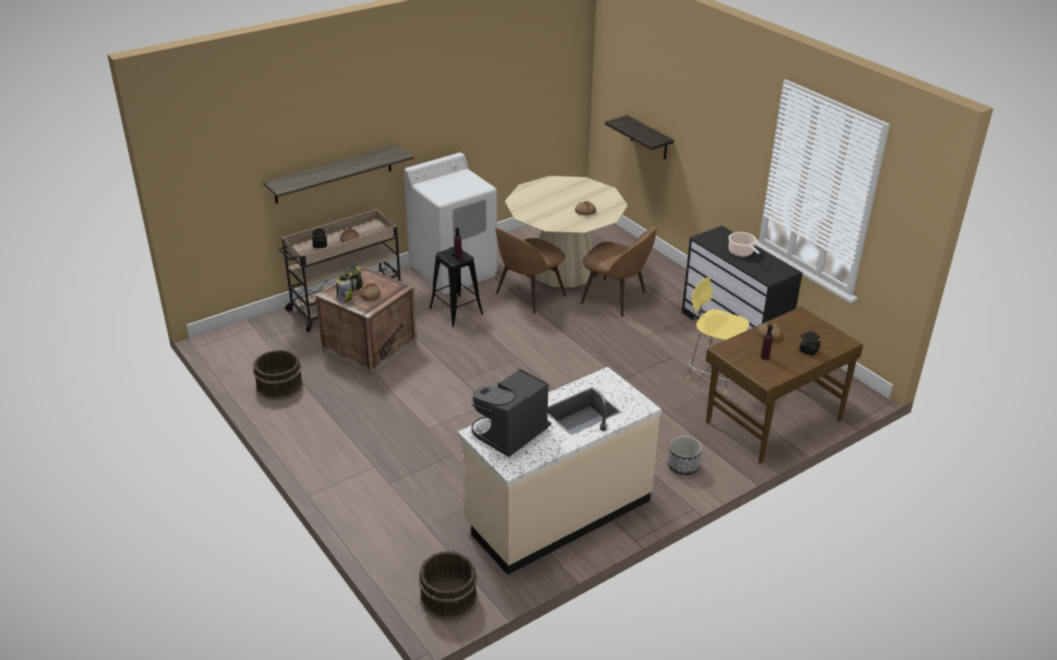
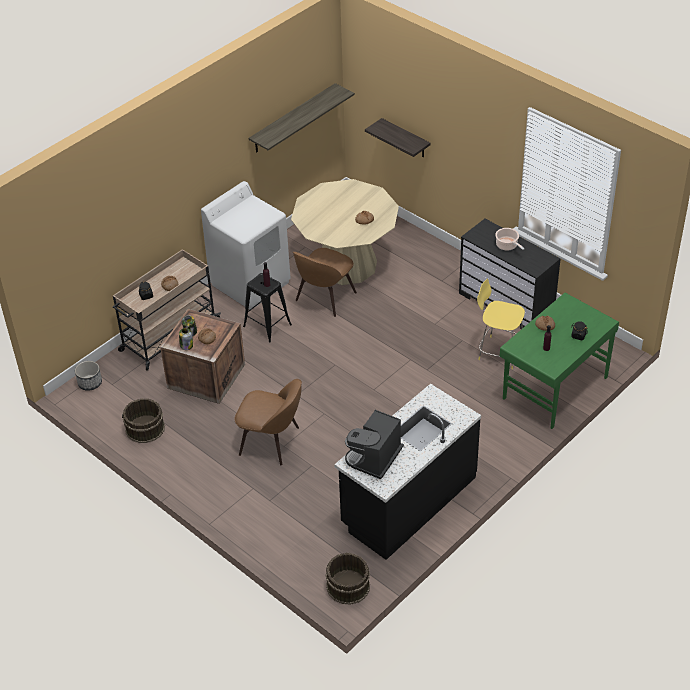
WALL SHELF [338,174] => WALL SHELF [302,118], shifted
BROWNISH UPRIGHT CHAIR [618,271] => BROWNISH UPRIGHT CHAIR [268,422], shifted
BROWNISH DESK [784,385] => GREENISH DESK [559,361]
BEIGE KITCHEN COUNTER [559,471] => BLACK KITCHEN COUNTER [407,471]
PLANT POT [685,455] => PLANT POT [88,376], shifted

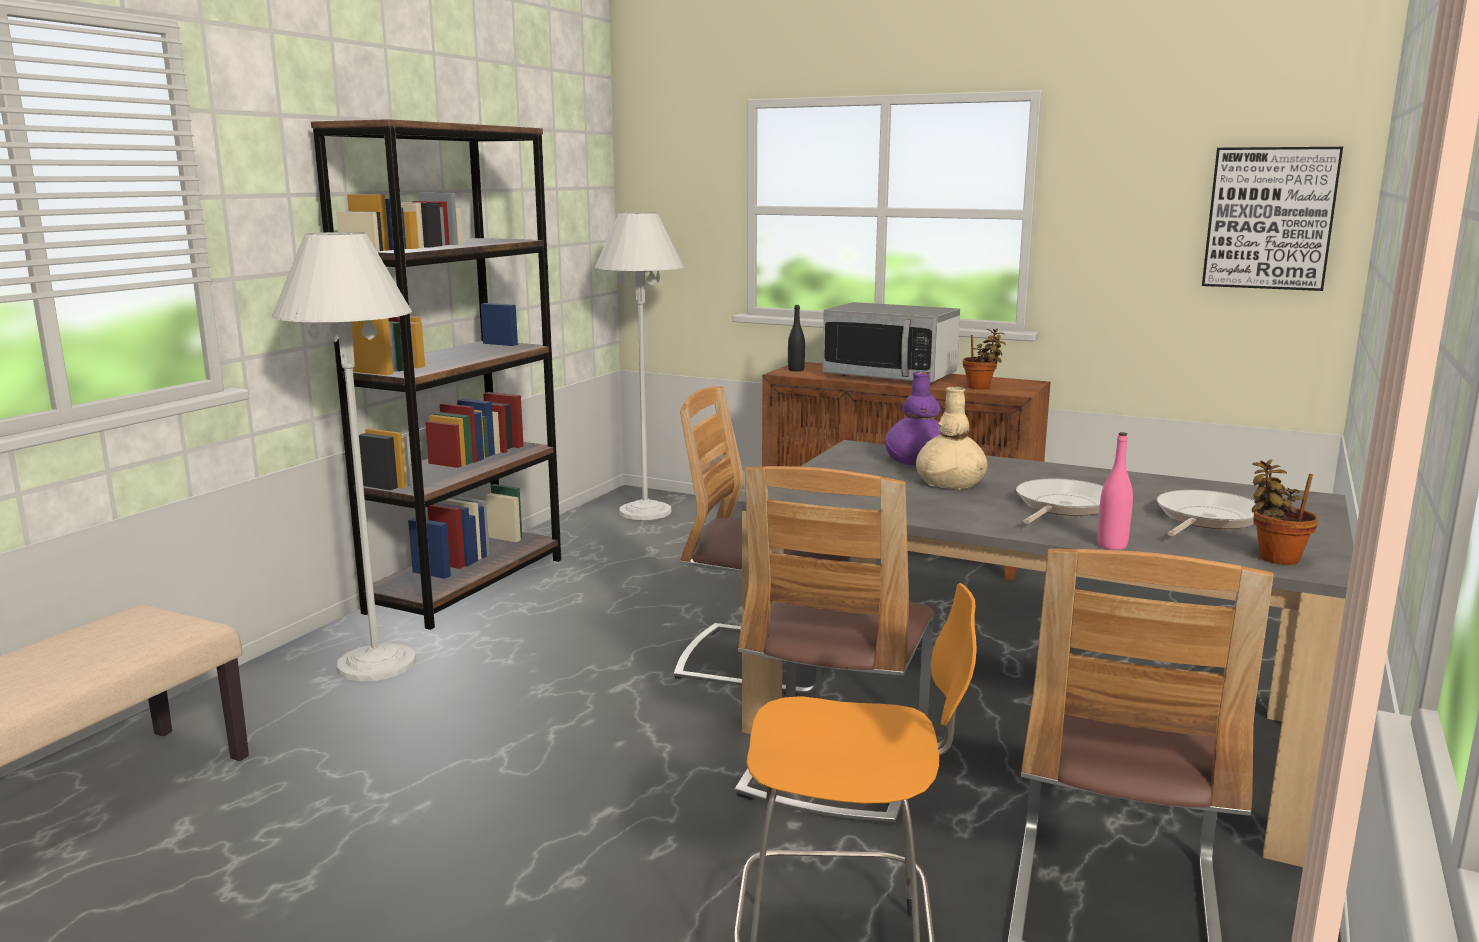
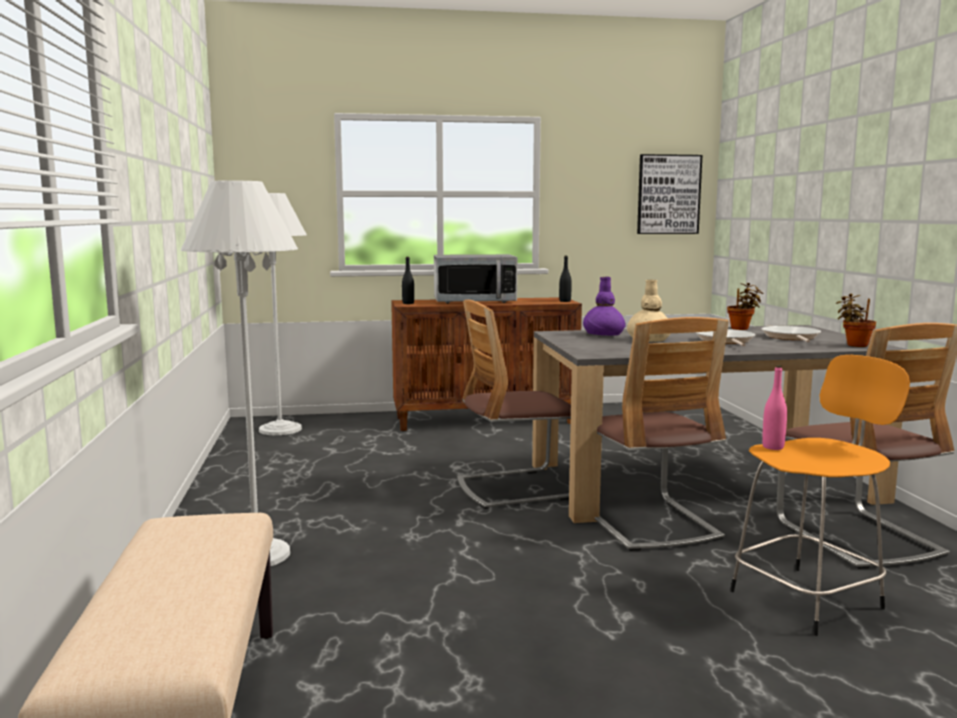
BROWNISH BOOKSHELF [436,374] => nothing
PLANT IN A POT [984,359] => PLANT IN A POT [745,306], shifted
PINK-COLOURED BEVERAGE BOTTLE [1115,491] => PINK-COLOURED BEVERAGE BOTTLE [774,407], shifted
nothing => BLACK BEVERAGE BOTTLE [565,279]

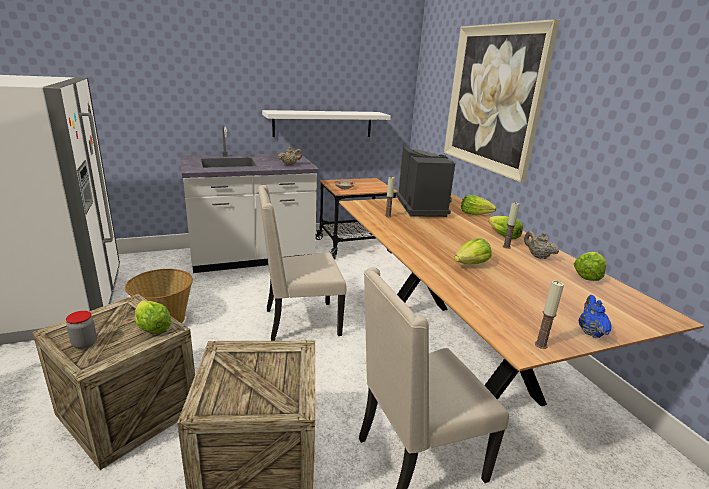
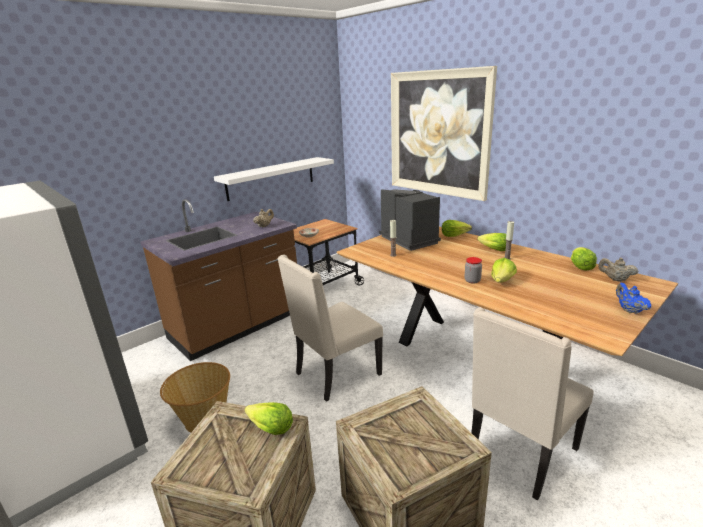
WHITISH KITCHEN COUNTER [250,198] => BROWNISH KITCHEN COUNTER [218,280]
BEIGE POT FOR TEA [541,245] => BEIGE POT FOR TEA [618,270], shifted
WAX LIGHT [549,314] => nothing
PRESERVE JAR [81,330] => PRESERVE JAR [473,270], shifted

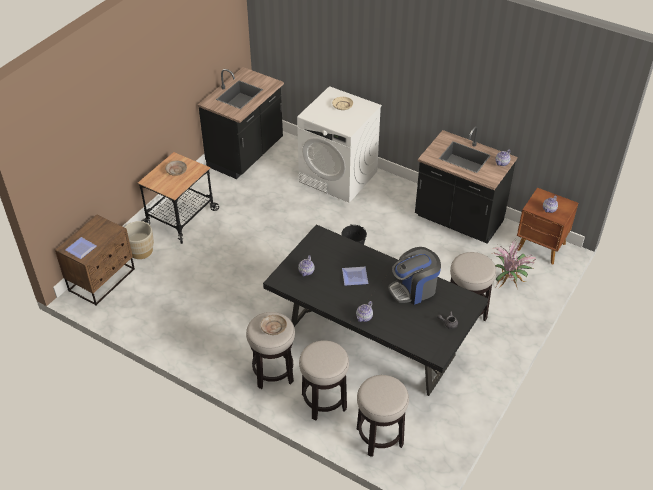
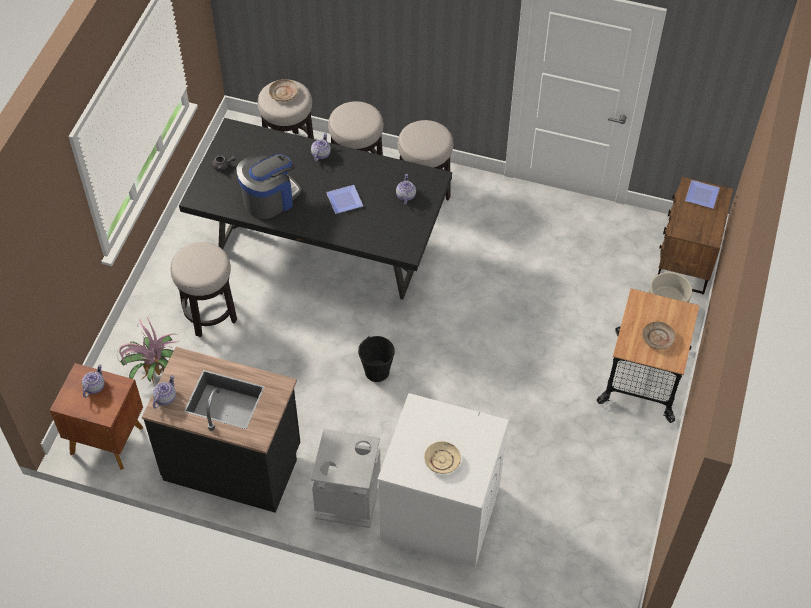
BLACK KITCHEN COUNTER [241,123] => nothing
BEIGE DINNER PLATE [274,325] => BEIGE DINNER PLATE [283,90], shifted
nothing => GRAY RUBBISH BIN [346,478]

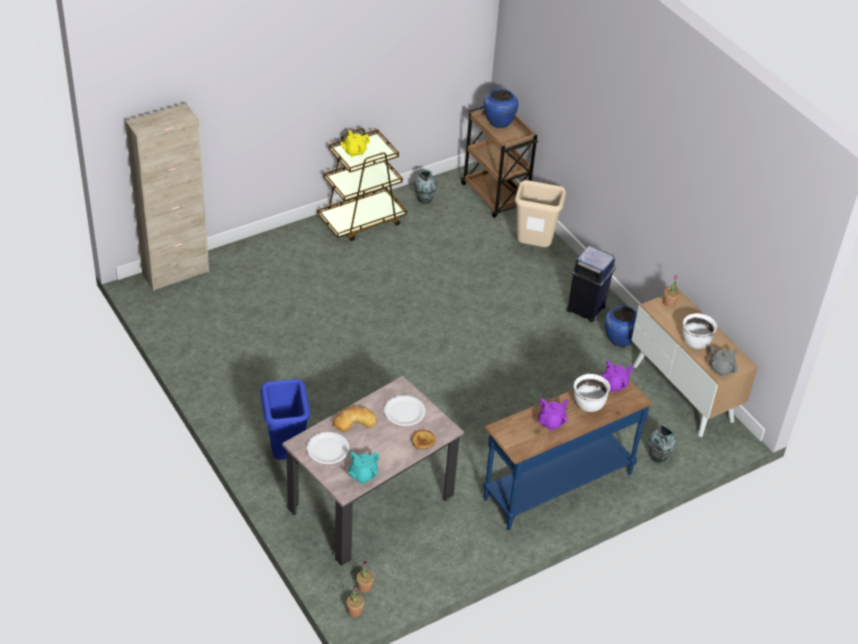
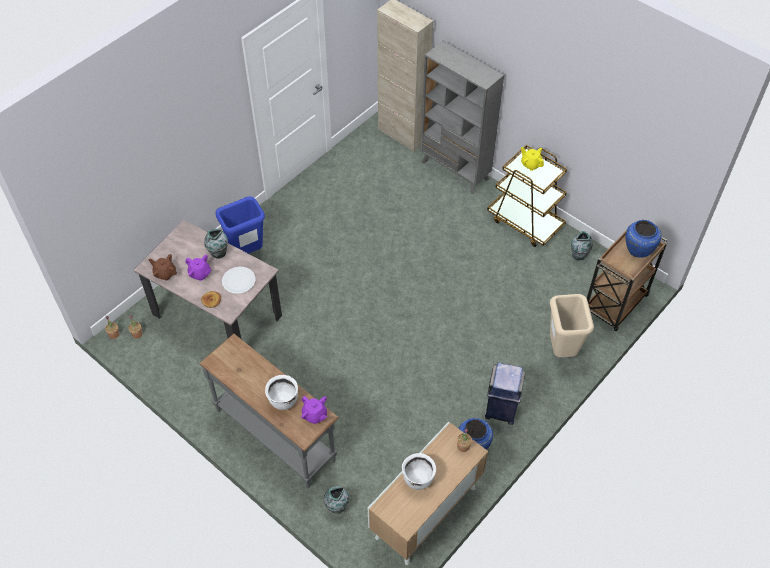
GRAY POT FOR TEA [723,361] => nothing
BLUE-COLOURED HALL TABLE [568,454] => GRAY HALL TABLE [269,411]
PURPLE POT FOR TEA [553,415] => PURPLE POT FOR TEA [198,268], shifted
BAKED BREAD [355,419] => DECORATIVE VASE [216,244]
WHITISH DINNER PLATE [328,448] => nothing
TURQUOISE-COLOURED POT FOR TEA [364,467] => BROWNISH POT FOR TEA [162,267]
nothing => GRAY BOOKSHELF [462,117]

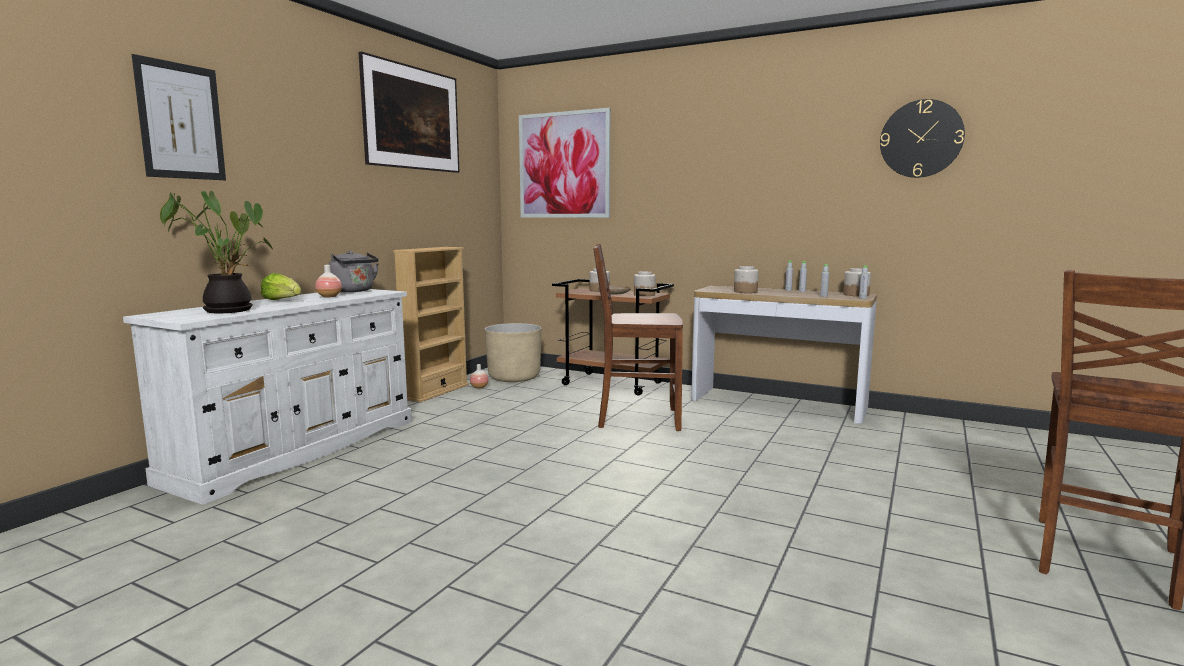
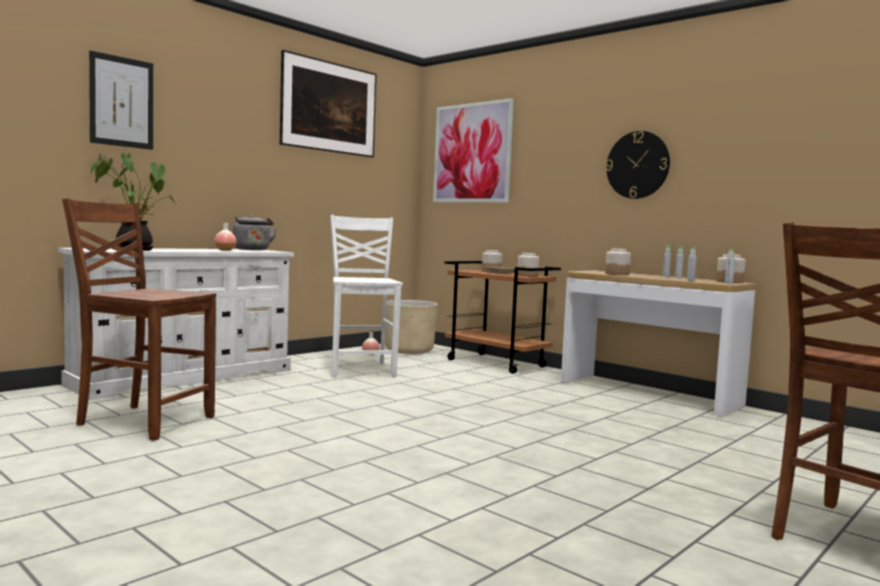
CLOCK ON THE WALL [922,138] => CLOCK ON THE WALL [638,165], shifted
BROWNISH UPRIGHT CHAIR [638,337] => BROWNISH UPRIGHT CHAIR [139,319], shifted
BEIGE BOOKSHELF [431,324] => nothing
HEAD OF LETTUCE [281,286] => nothing
nothing => WHITISH UPRIGHT CHAIR [366,296]

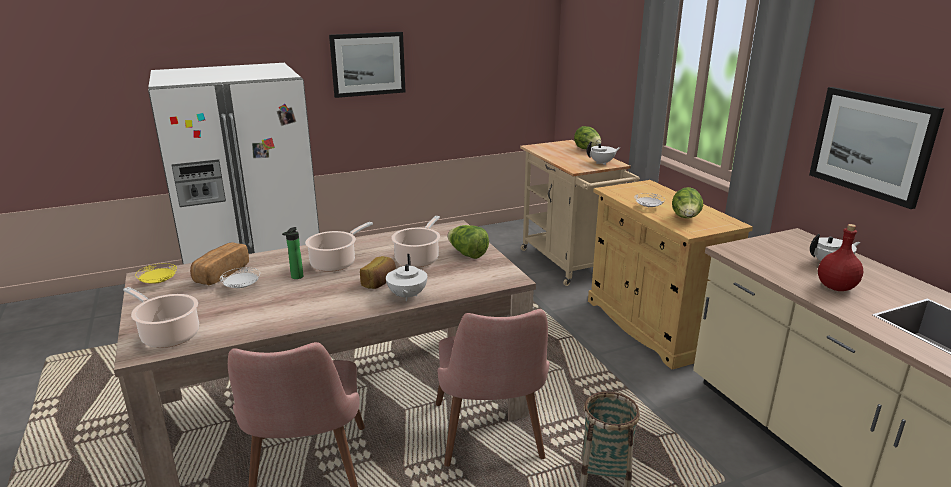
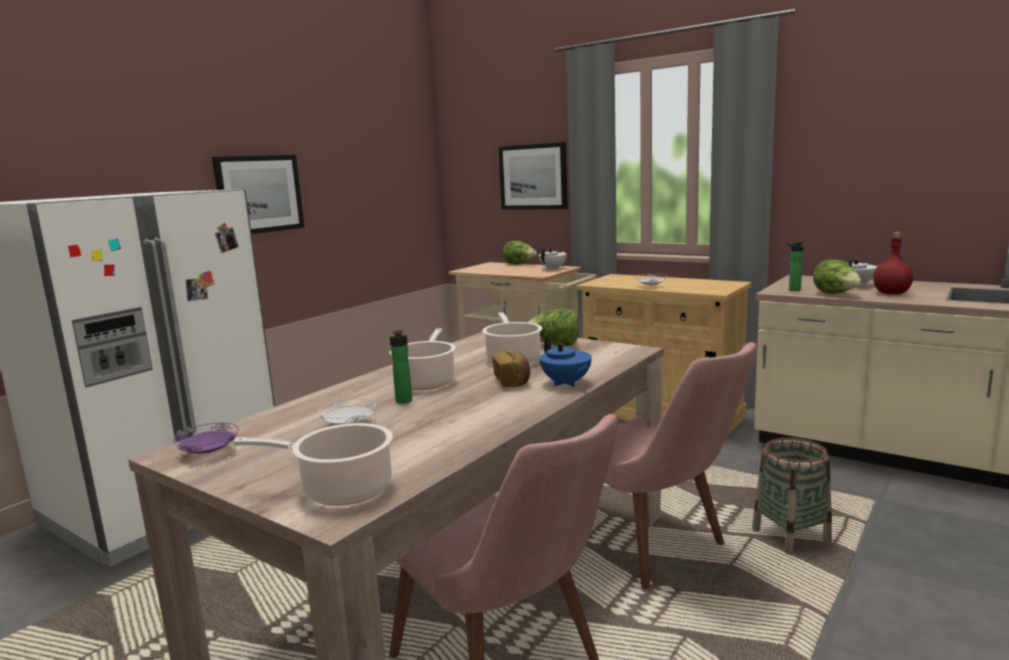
WALL ART [876,148] => WALL ART [533,176], shifted
HEAD OF LETTUCE [687,202] => HEAD OF LETTUCE [837,276], shifted
BAKED BREAD [219,263] => nothing
WHITISH POT FOR TEA [406,277] => BLUE-COLOURED POT FOR TEA [565,360]
YELLOWISH DINNER PLATE [156,273] => PURPLE DINNER PLATE [205,438]
nothing => BEVERAGE BOTTLE [795,266]

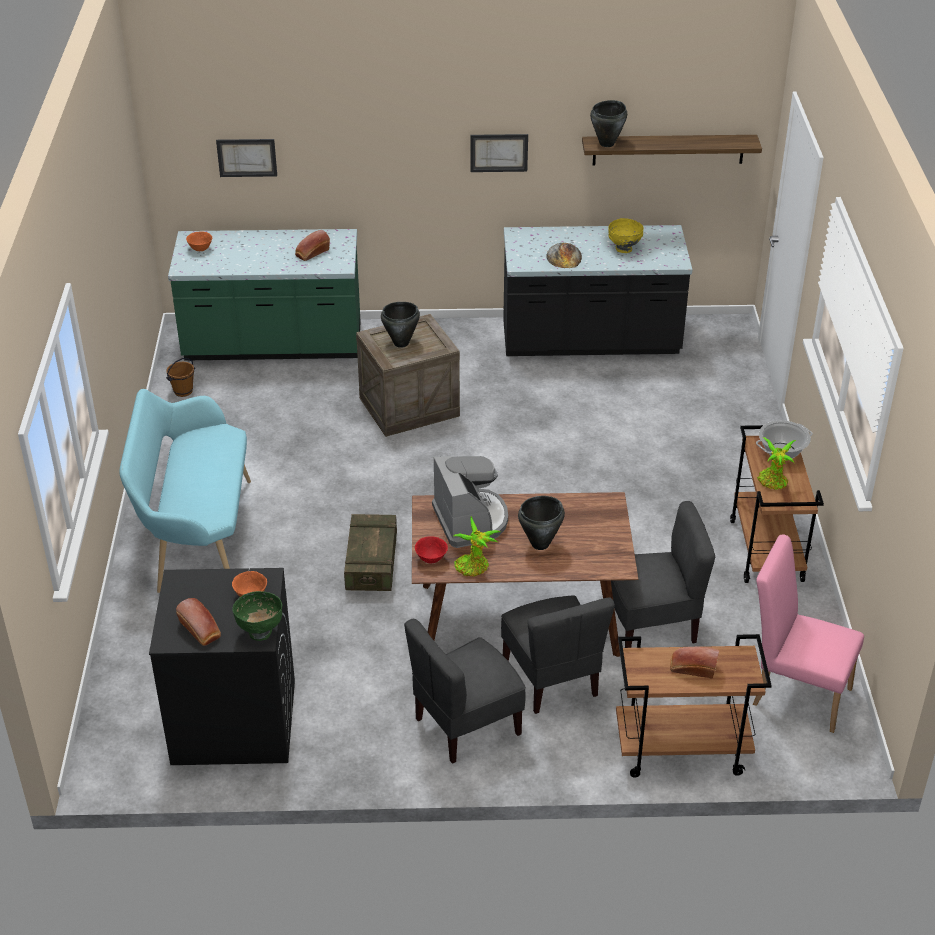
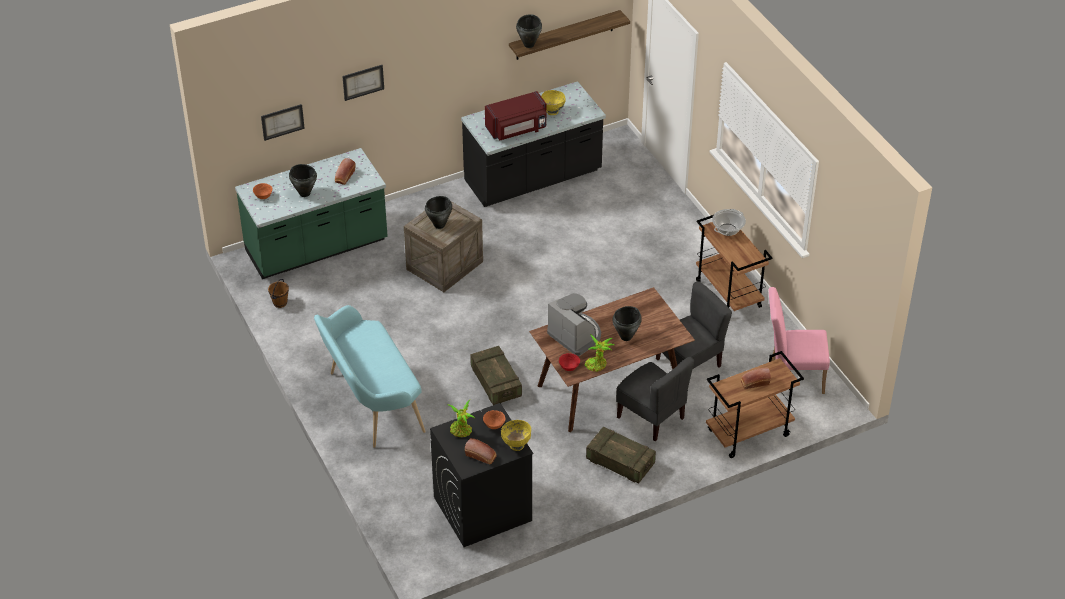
WALL ART [499,153] => WALL ART [363,83], shifted
BAKED BREAD [564,255] => RED-COLOURED MICROWAVE OVEN [515,115]
PLANT IN A POT [776,463] => PLANT IN A POT [461,418], shifted
GREENISH DEEP DISH [257,616] => YELLOWISH DEEP DISH [516,435]
GRAY UPRIGHT CHAIR [465,691] => PACKING CRATE [621,455]
nothing => BLACK SAUCEPOT [303,180]

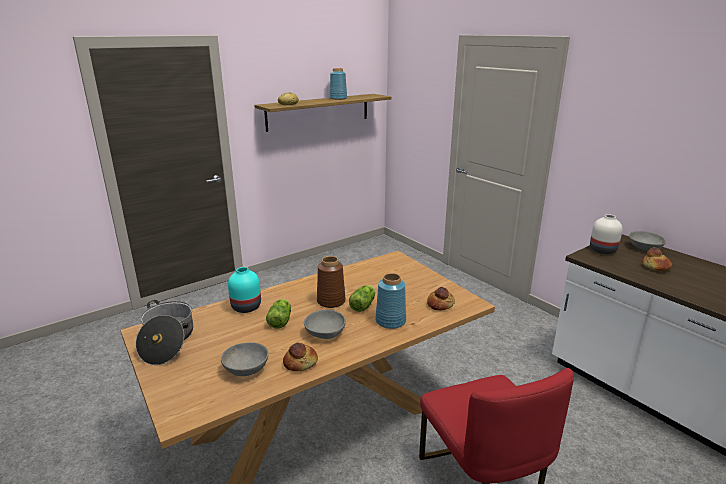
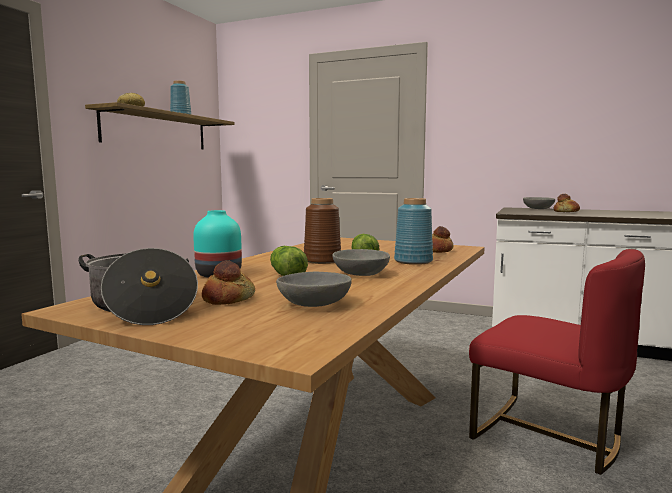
WHITISH DECORATIVE VASE [606,234] => nothing
BAKED BREAD [300,357] => BAKED BREAD [228,282], shifted

